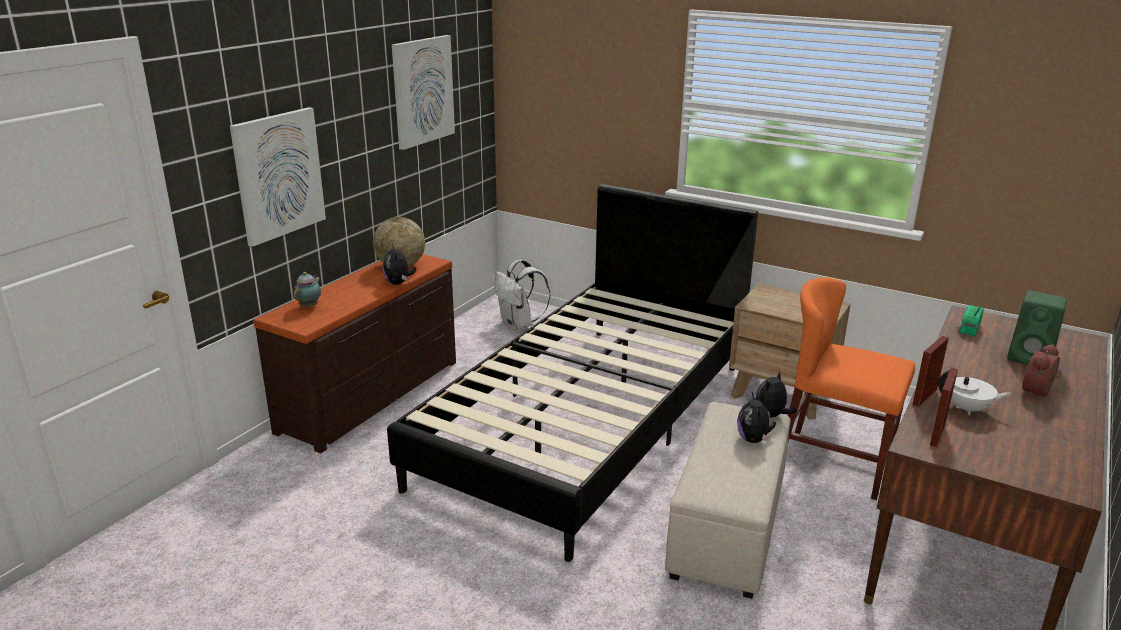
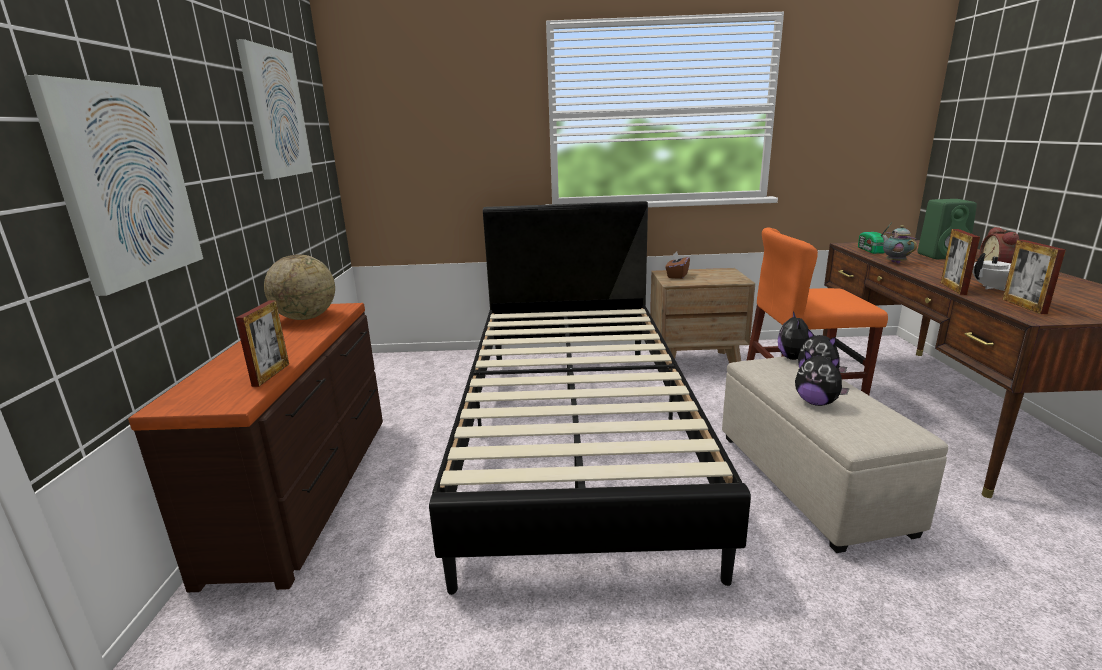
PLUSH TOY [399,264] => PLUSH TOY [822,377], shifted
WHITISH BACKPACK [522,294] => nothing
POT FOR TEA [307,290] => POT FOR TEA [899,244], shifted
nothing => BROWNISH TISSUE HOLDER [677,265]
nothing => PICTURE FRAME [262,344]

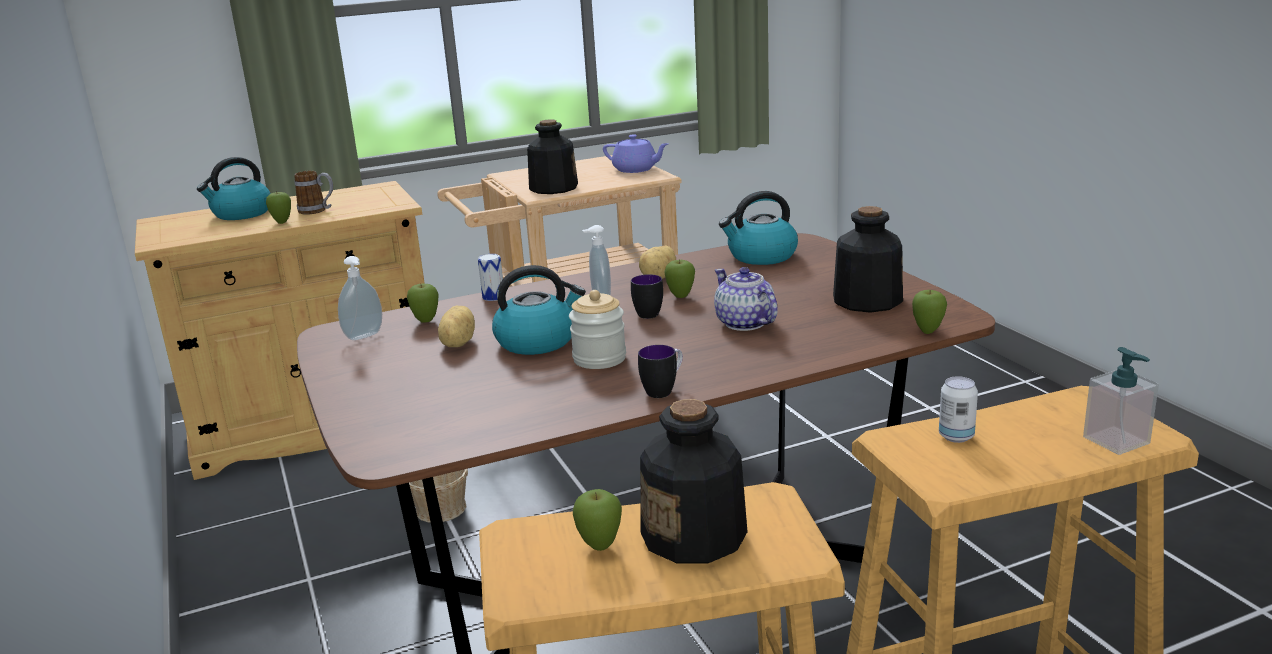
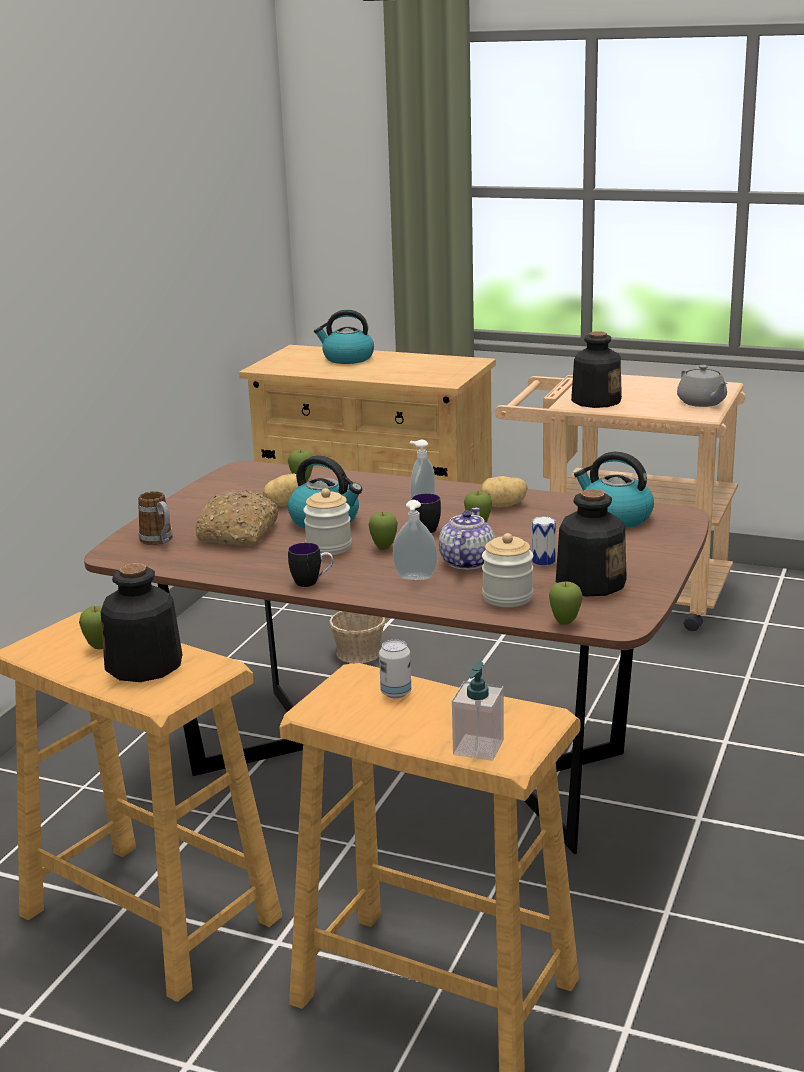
PURPLE POT FOR TEA [636,154] => GRAY POT FOR TEA [702,386]
TEA MUG [313,193] => TEA MUG [155,518], shifted
APPLE FRUIT [278,207] => APPLE FRUIT [383,531], shifted
CAN [490,277] => CAN [544,541], shifted
SOAP DISPENSER [360,298] => SOAP DISPENSER [415,540], shifted
nothing => BAKED BREAD [237,517]
nothing => PRESERVE JAR [507,570]

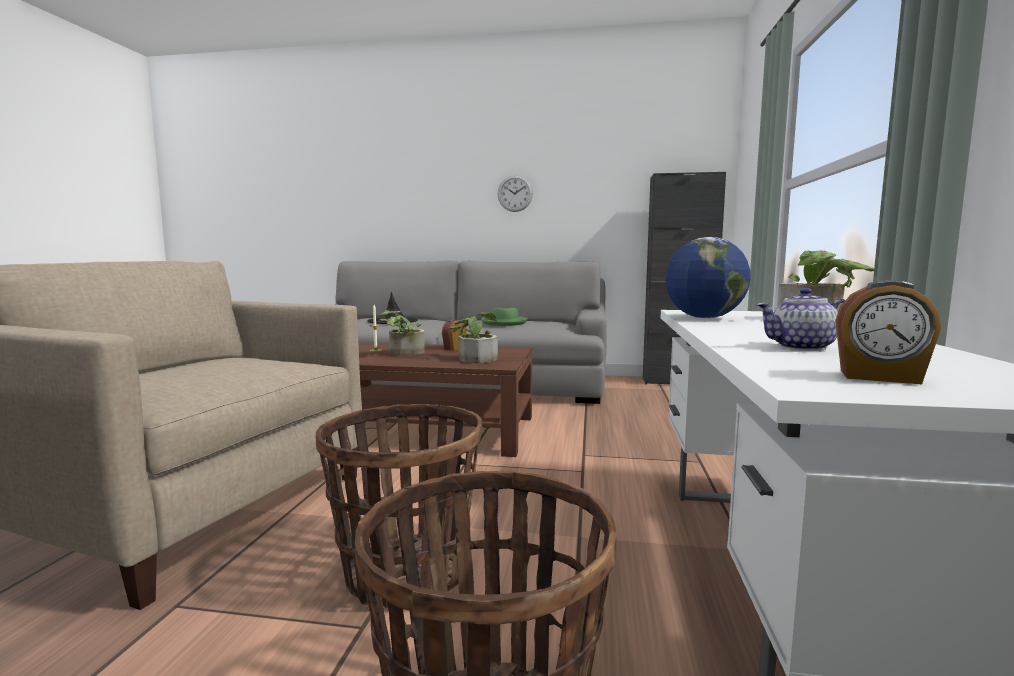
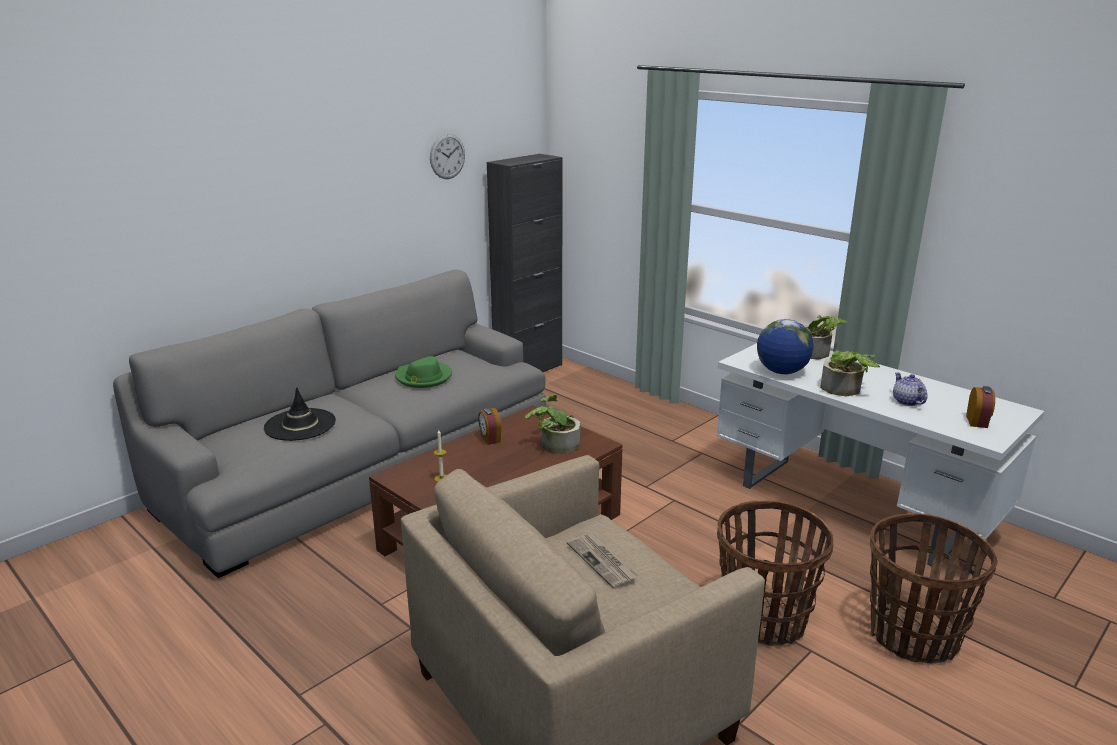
CLOCK ON THE WALL [515,193] => CLOCK ON THE WALL [447,156], shifted
TABLE CLOCK [888,332] => TABLE CLOCK [980,407], 45 degrees counterclockwise
POT FOR TEA [800,319] => POT FOR TEA [910,389], 135 degrees clockwise
PLANT IN A POT [401,333] => PLANT IN A POT [850,373], shifted
nothing => PRINTED PAPER [602,561]

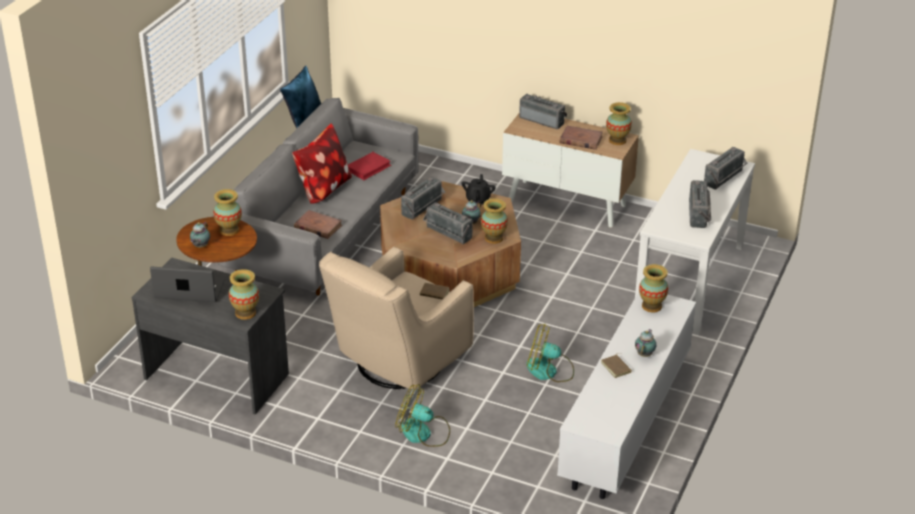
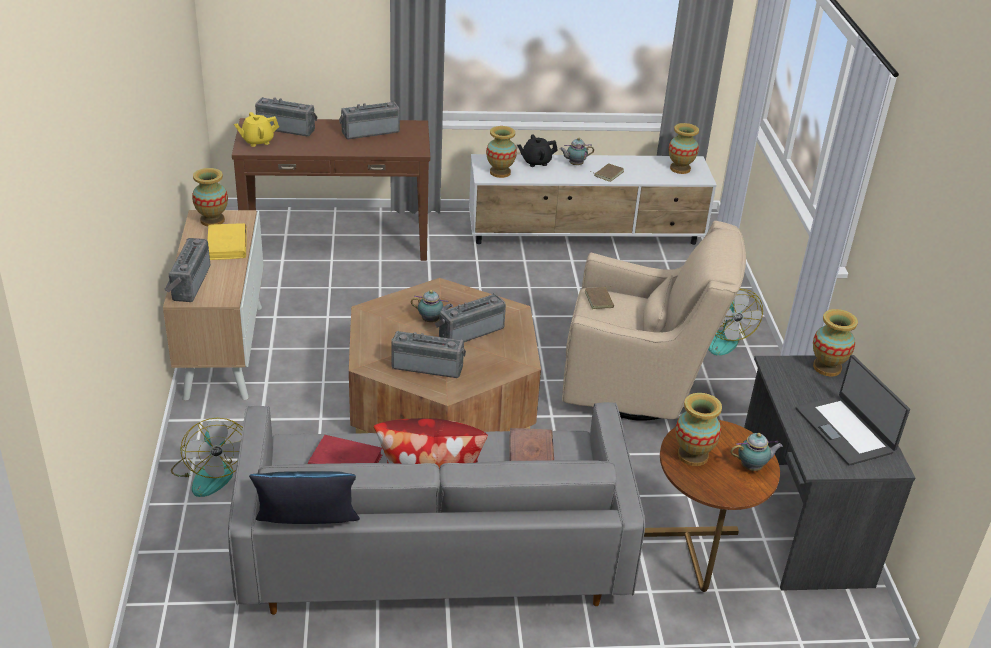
BROWNISH VOLUME [581,138] => YELLOWISH VOLUME [227,241]
WHITISH HALL TABLE [695,242] => BROWNISH HALL TABLE [331,189]
BLACK POT FOR TEA [479,189] => BLACK POT FOR TEA [537,151], shifted
DECORATIVE VASE [494,221] => DECORATIVE VASE [683,148], shifted
RADIO [448,223] => RADIO [470,318], 135 degrees counterclockwise
ELECTRIC FAN [550,353] => ELECTRIC FAN [207,457], shifted
nothing => YELLOWISH POT FOR TEA [256,129]

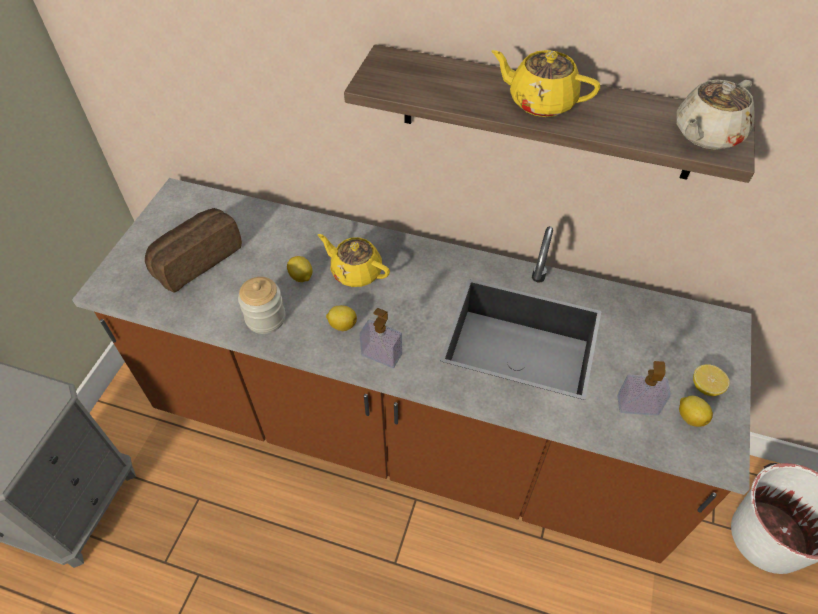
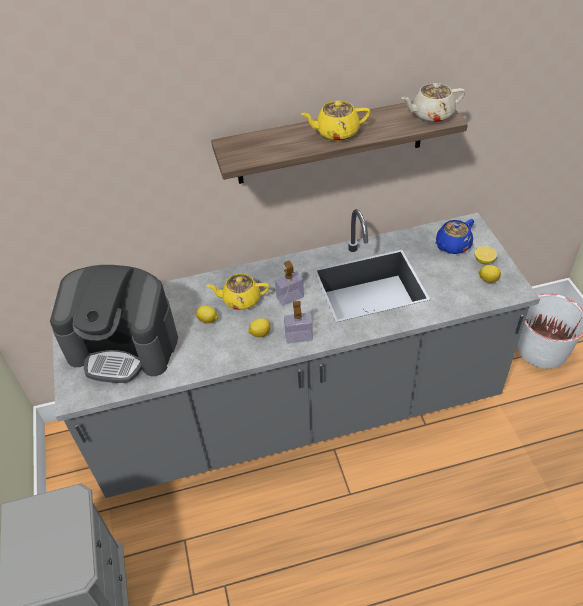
BEIGE POT FOR TEA [715,115] => BEIGE POT FOR TEA [433,103], 60 degrees clockwise
BROWNISH KITCHEN COUNTER [411,370] => GRAY KITCHEN COUNTER [296,353]
BAKED BREAD [193,250] => COFFEE BREWER [114,324]
PRESERVE JAR [262,305] => nothing
SOAP DISPENSER [644,388] => SOAP DISPENSER [289,283], shifted
nothing => BLUE-COLOURED POT FOR TEA [454,236]

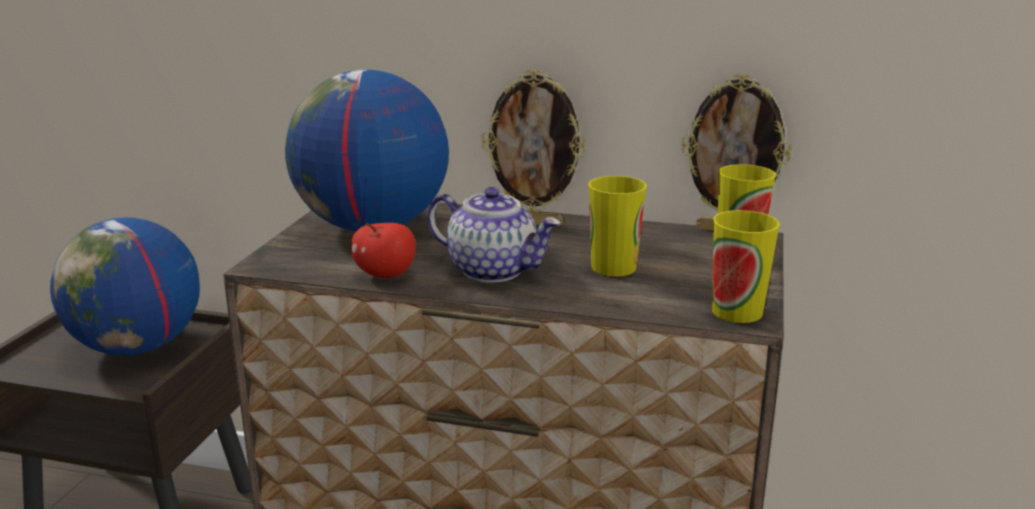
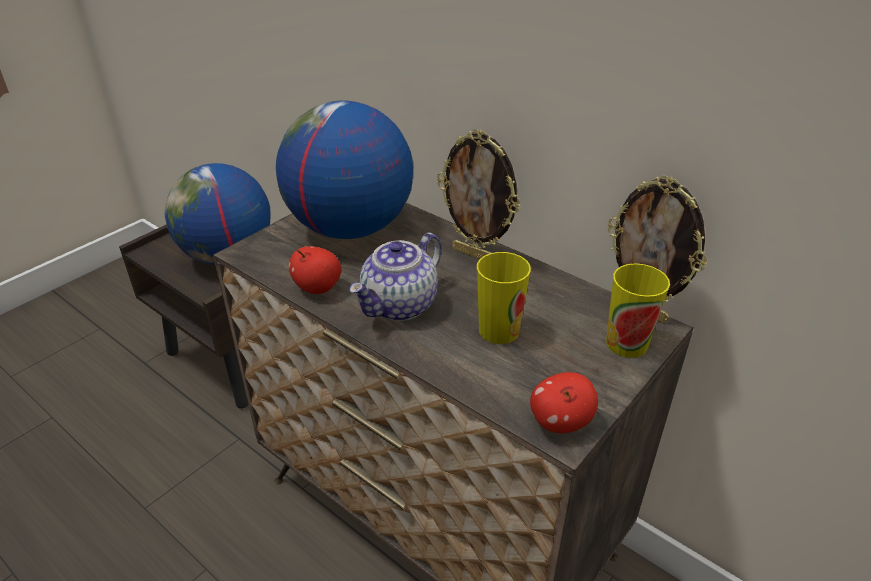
POT FOR TEA [494,235] => POT FOR TEA [395,277], 75 degrees clockwise
CUP [746,266] => APPLE FRUIT [564,402]

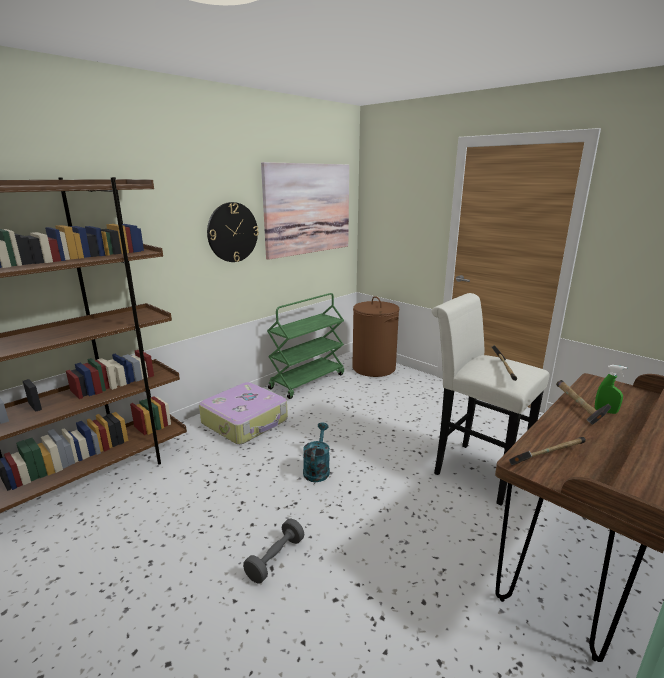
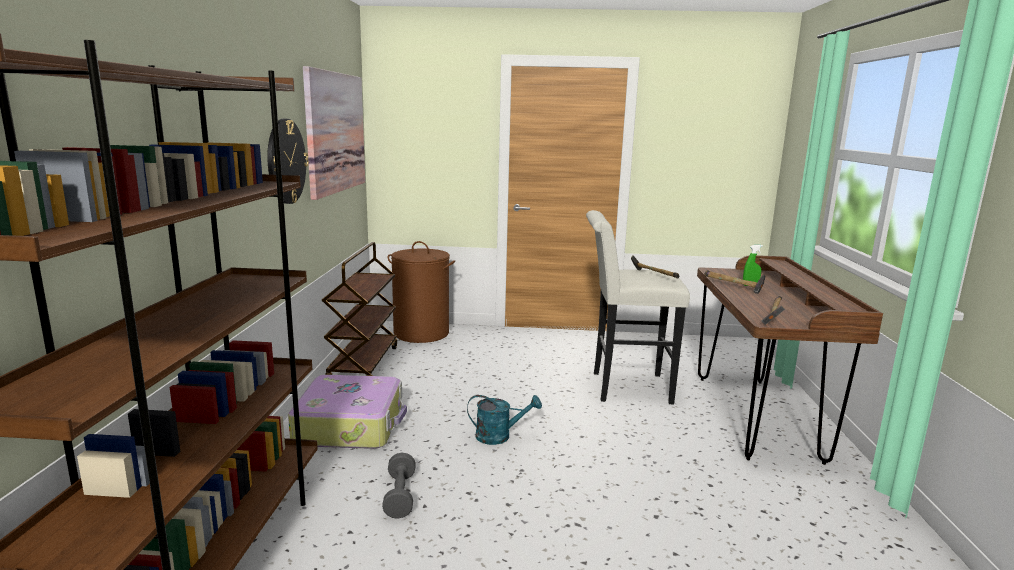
GREENISH WHEELED CART [305,346] => BROWNISH WHEELED CART [359,309]
TURQUOISE-COLOURED SPRINKLING CAN [316,452] => TURQUOISE-COLOURED SPRINKLING CAN [504,420], 120 degrees clockwise
GRAY FREE WEIGHT [273,550] => GRAY FREE WEIGHT [399,486], shifted

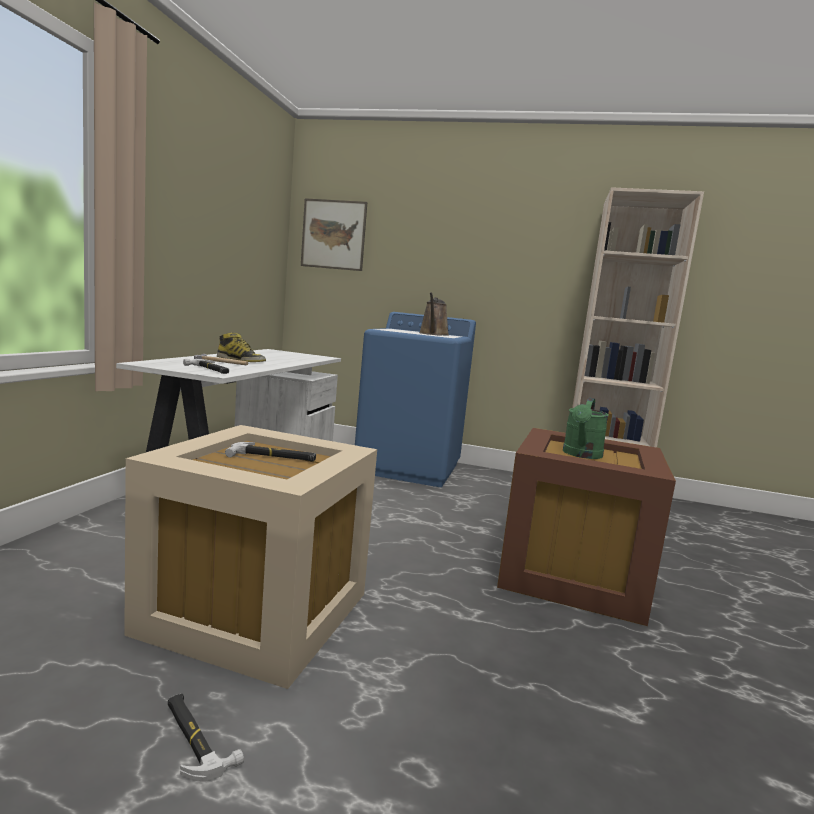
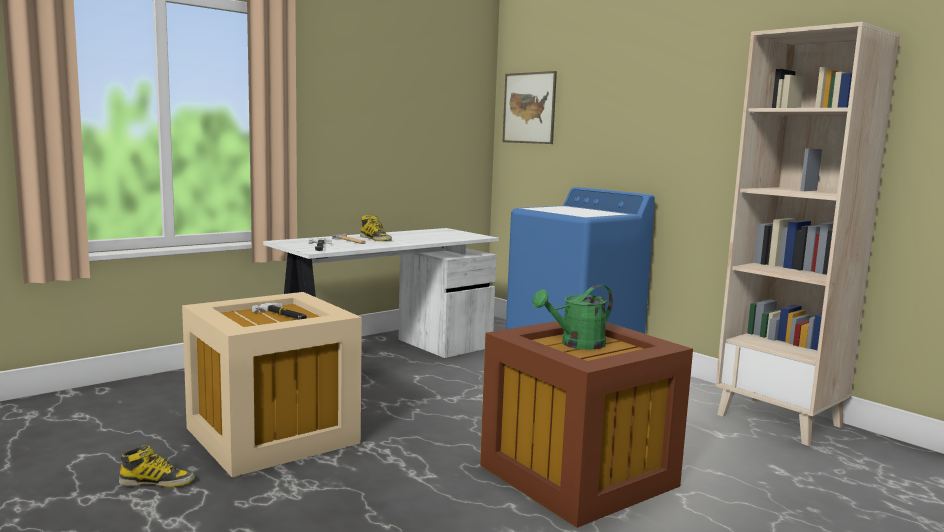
BROWNISH SPRINKLING CAN [434,314] => nothing
TOOL HAMMER [206,738] => HIGH-TOP BOOT [157,466]

